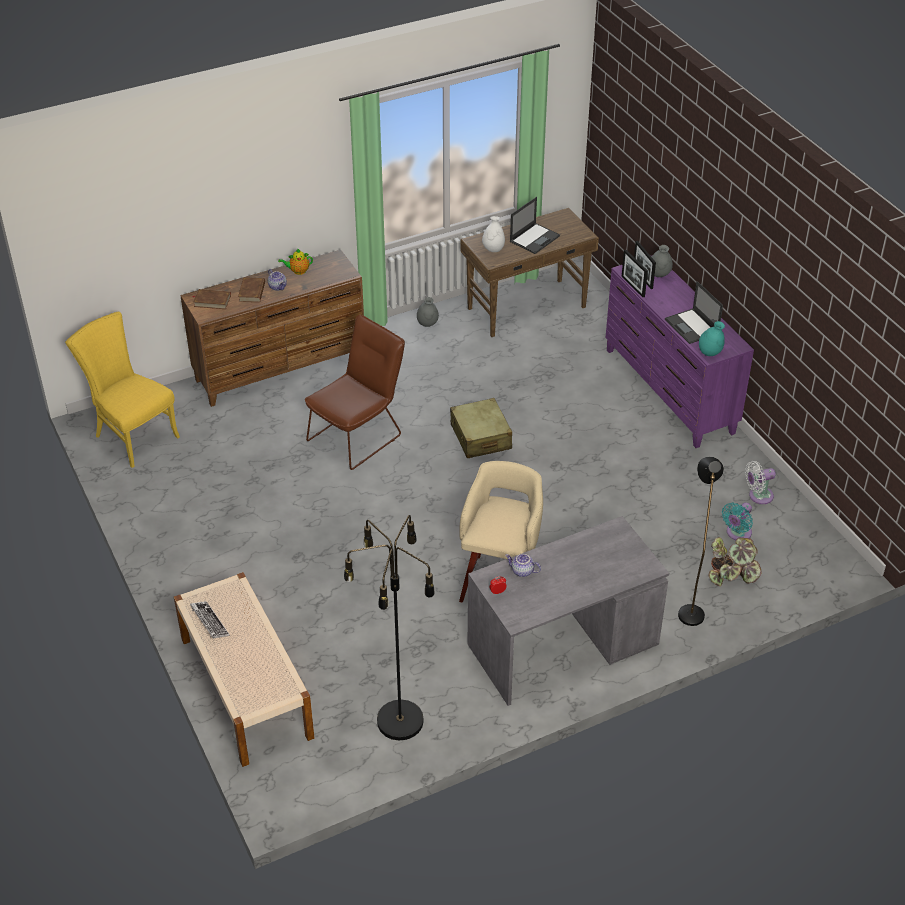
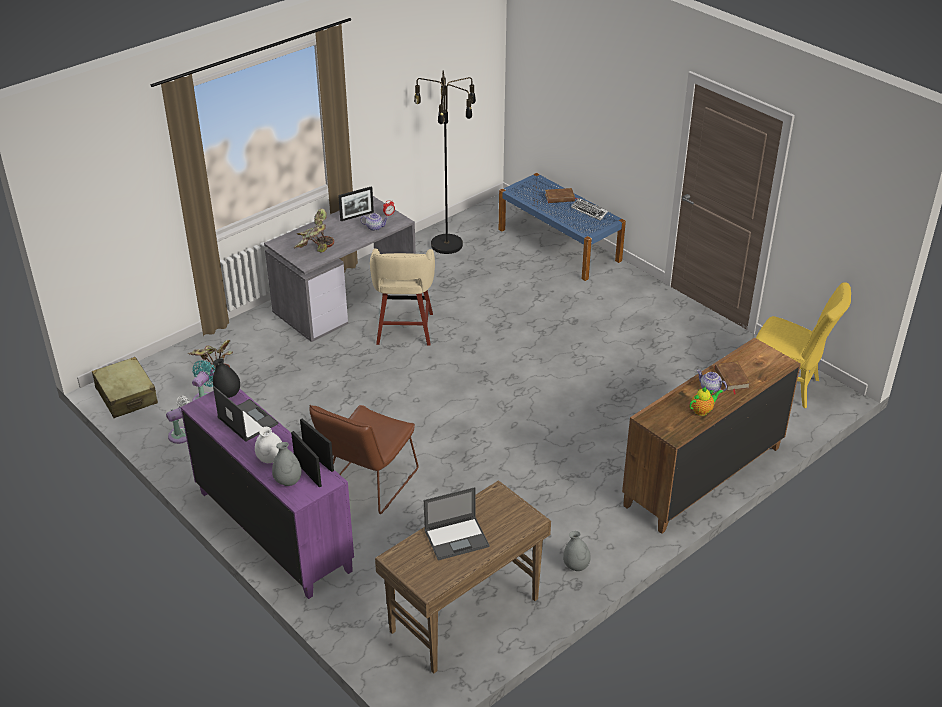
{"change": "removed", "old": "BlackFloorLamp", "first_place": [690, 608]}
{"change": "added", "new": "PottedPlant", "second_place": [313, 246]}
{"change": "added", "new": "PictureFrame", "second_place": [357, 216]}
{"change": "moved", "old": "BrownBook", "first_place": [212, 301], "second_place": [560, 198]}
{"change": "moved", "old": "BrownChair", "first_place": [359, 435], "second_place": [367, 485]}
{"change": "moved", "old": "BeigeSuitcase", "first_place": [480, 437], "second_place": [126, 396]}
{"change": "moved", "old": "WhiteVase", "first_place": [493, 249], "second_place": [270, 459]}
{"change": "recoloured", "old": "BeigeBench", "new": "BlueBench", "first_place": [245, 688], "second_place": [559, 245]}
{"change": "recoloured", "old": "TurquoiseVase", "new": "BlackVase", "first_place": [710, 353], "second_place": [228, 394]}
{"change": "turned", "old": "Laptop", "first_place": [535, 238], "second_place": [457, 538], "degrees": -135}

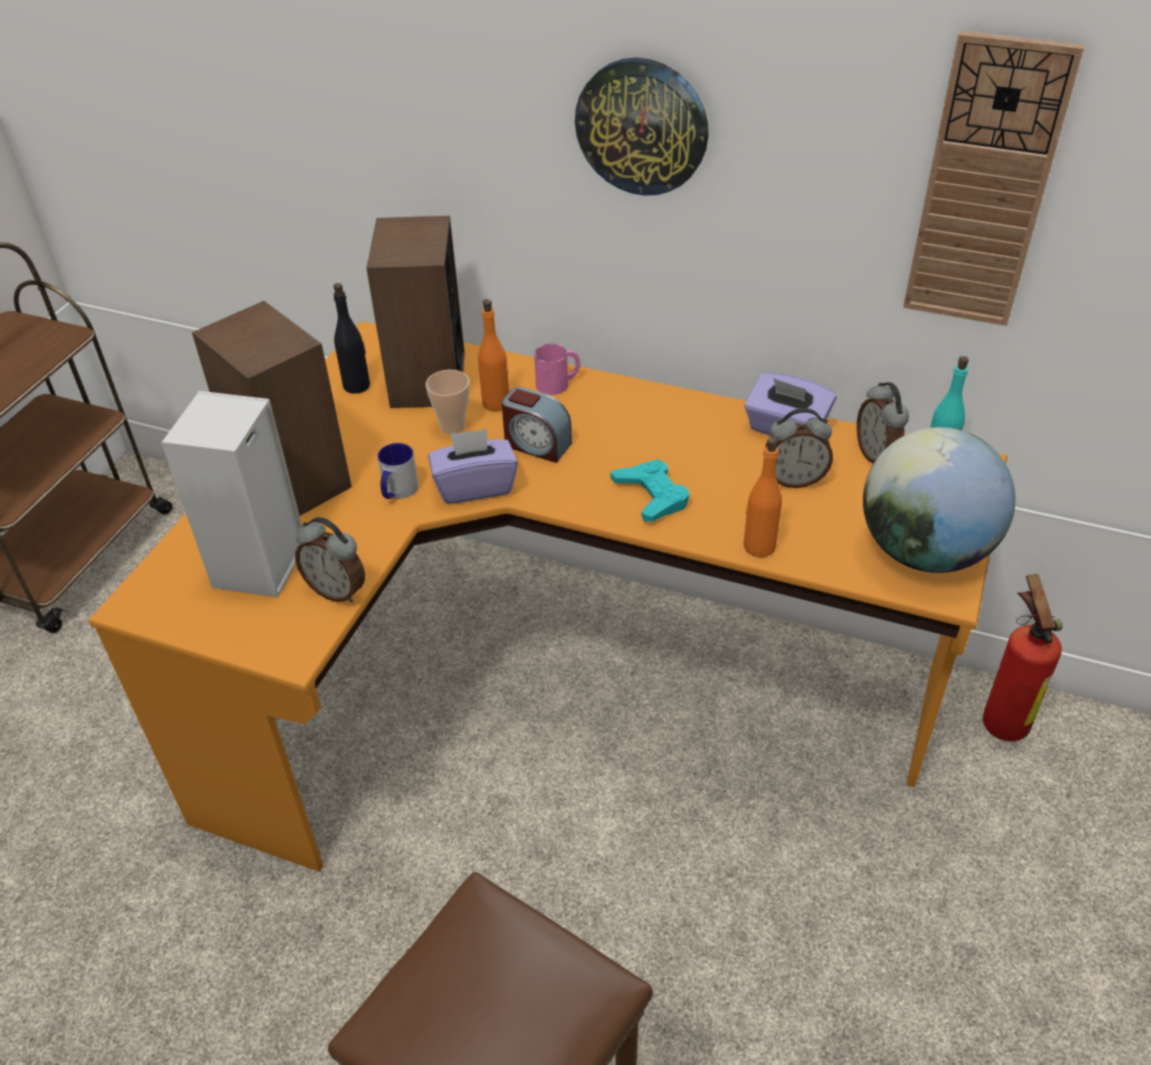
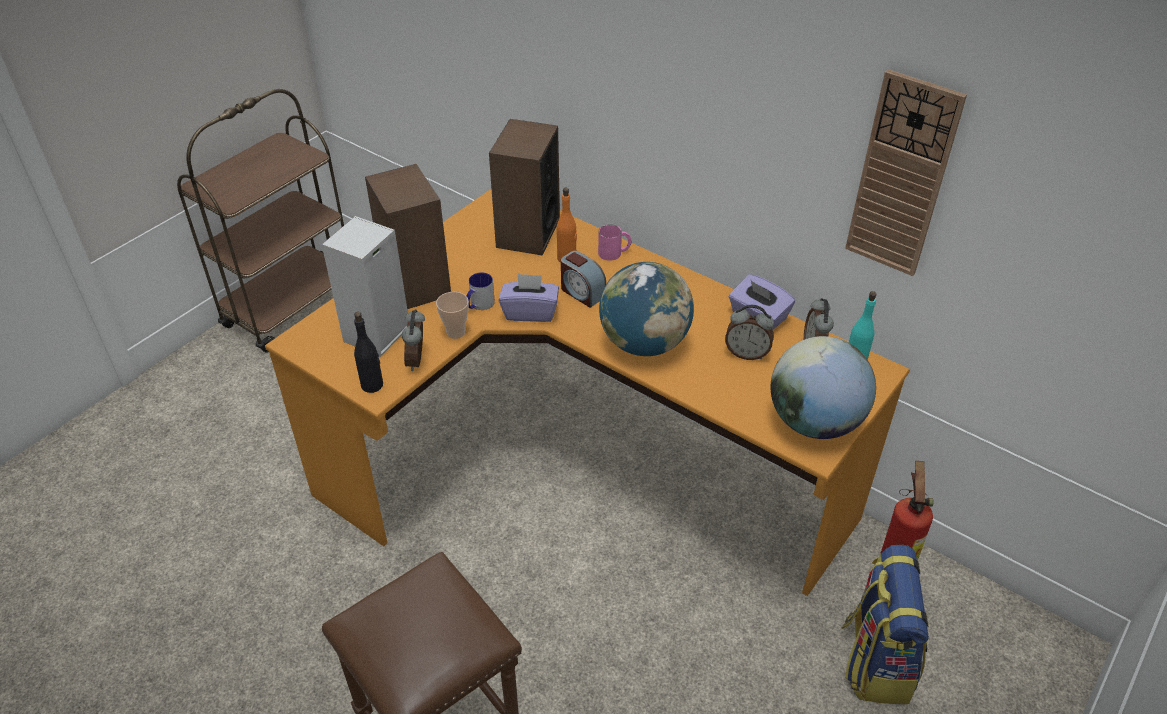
{"change": "removed", "old": "WallClock", "first_place": [642, 126]}
{"change": "removed", "old": "OrangeBottle", "first_place": [759, 546]}
{"change": "added", "new": "Backpack", "second_place": [875, 660]}
{"change": "moved", "old": "BlackBottle", "first_place": [357, 385], "second_place": [372, 385]}
{"change": "moved", "old": "Cup", "first_place": [453, 426], "second_place": [456, 332]}
{"change": "replaced", "old": "TurquoiseGameController", "new": "Globe", "first_place": [651, 495], "second_place": [644, 343]}
{"change": "turned", "old": "AlarmClock", "first_place": [337, 590], "second_place": [418, 360], "degrees": 45}

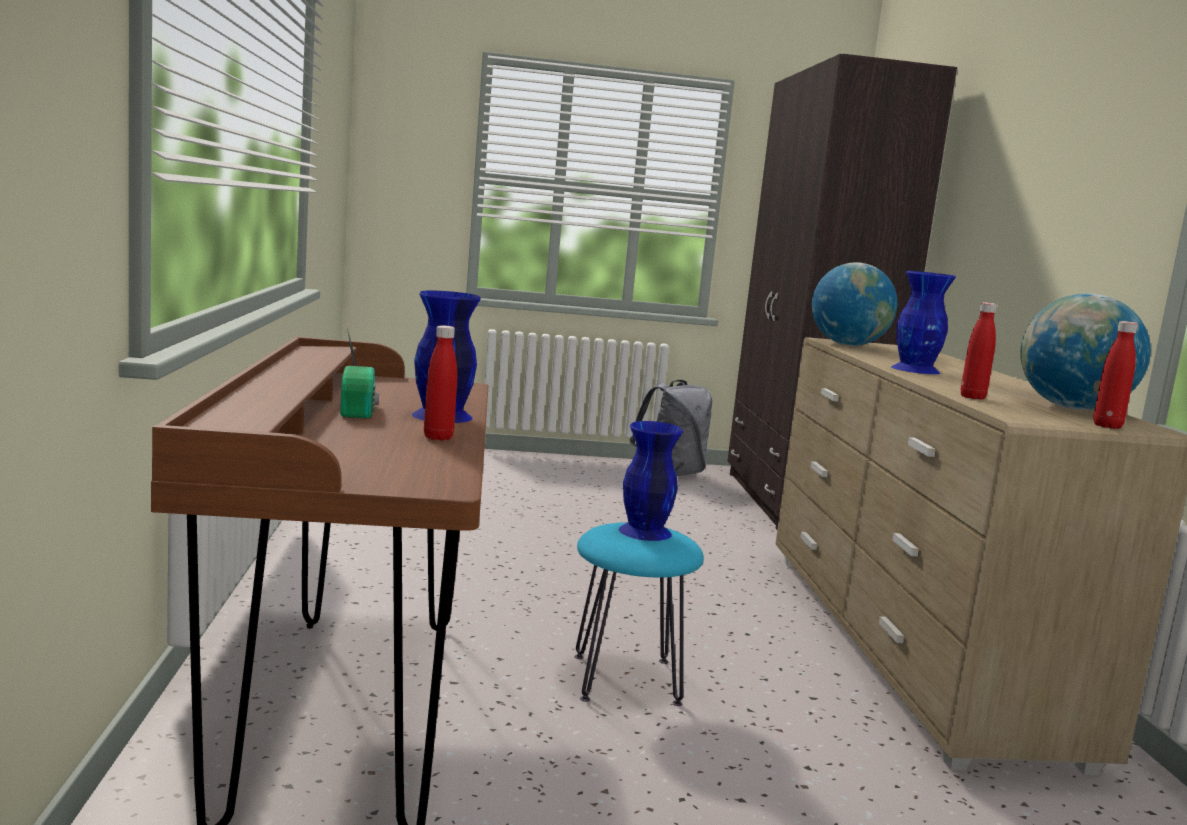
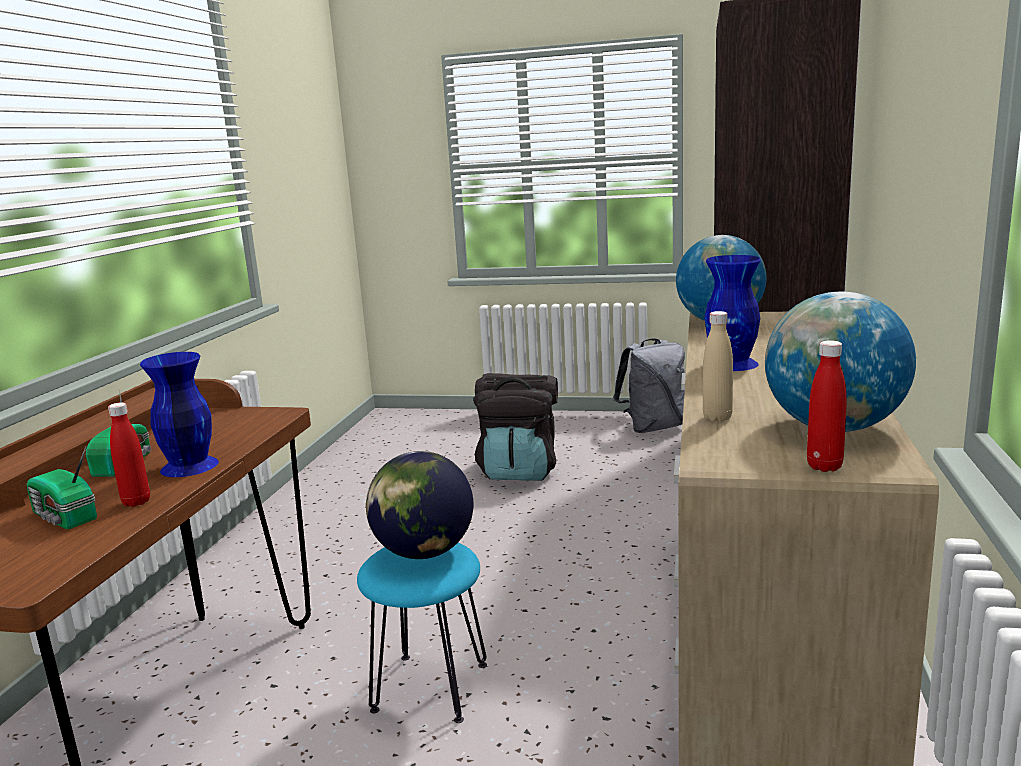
{"change": "added", "new": "Radio", "second_place": [64, 518]}
{"change": "added", "new": "BlackBackpack", "second_place": [520, 470]}
{"change": "replaced", "old": "BlueVase", "new": "Globe", "first_place": [644, 531], "second_place": [423, 552]}
{"change": "recoloured", "old": "RedBottle", "new": "BeigeBottle", "first_place": [972, 397], "second_place": [717, 418]}

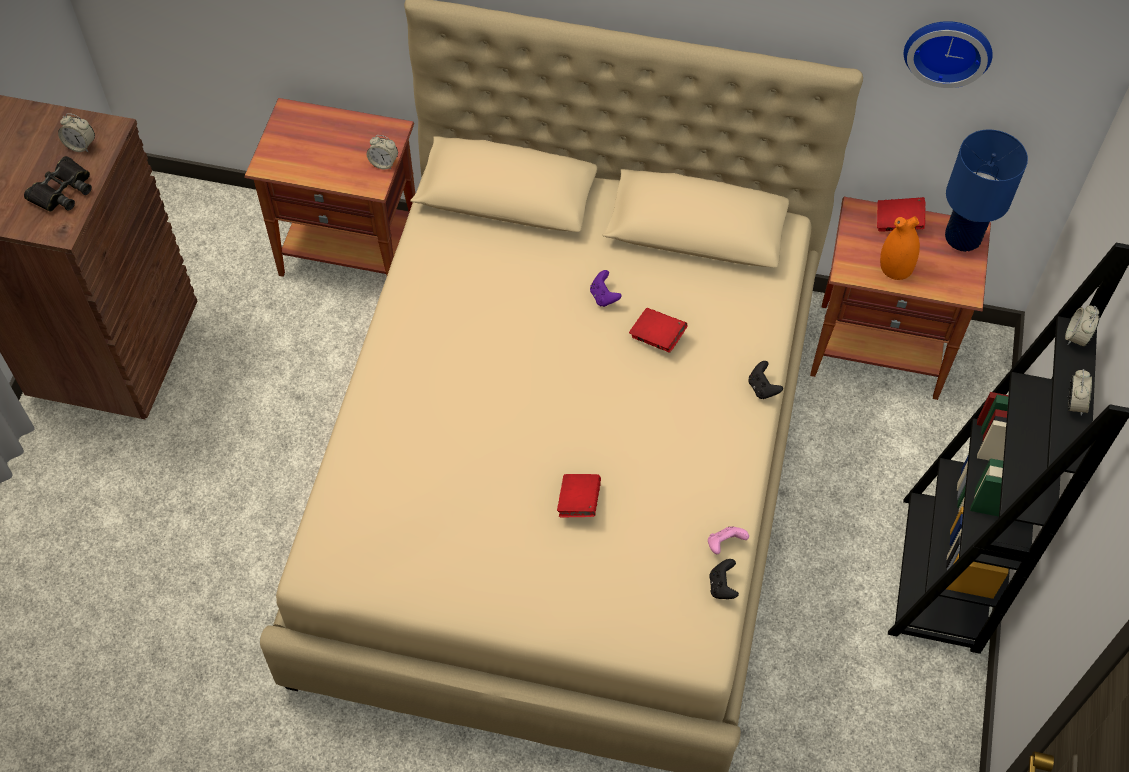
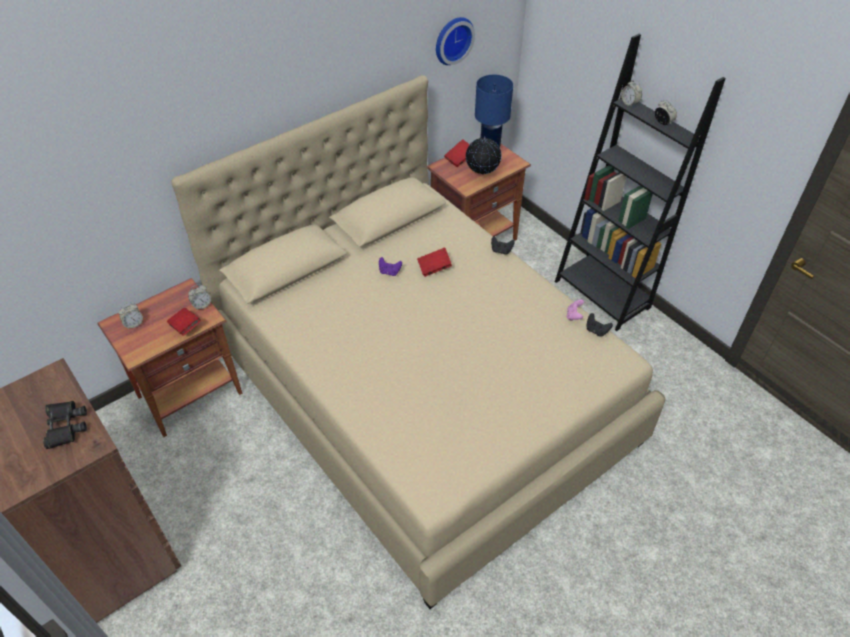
{"change": "moved", "old": "AlarmClock", "first_place": [81, 145], "second_place": [134, 324]}
{"change": "moved", "old": "RedBook", "first_place": [578, 502], "second_place": [185, 327]}
{"change": "replaced", "old": "OrangeVase", "new": "Globe", "first_place": [895, 268], "second_place": [482, 174]}

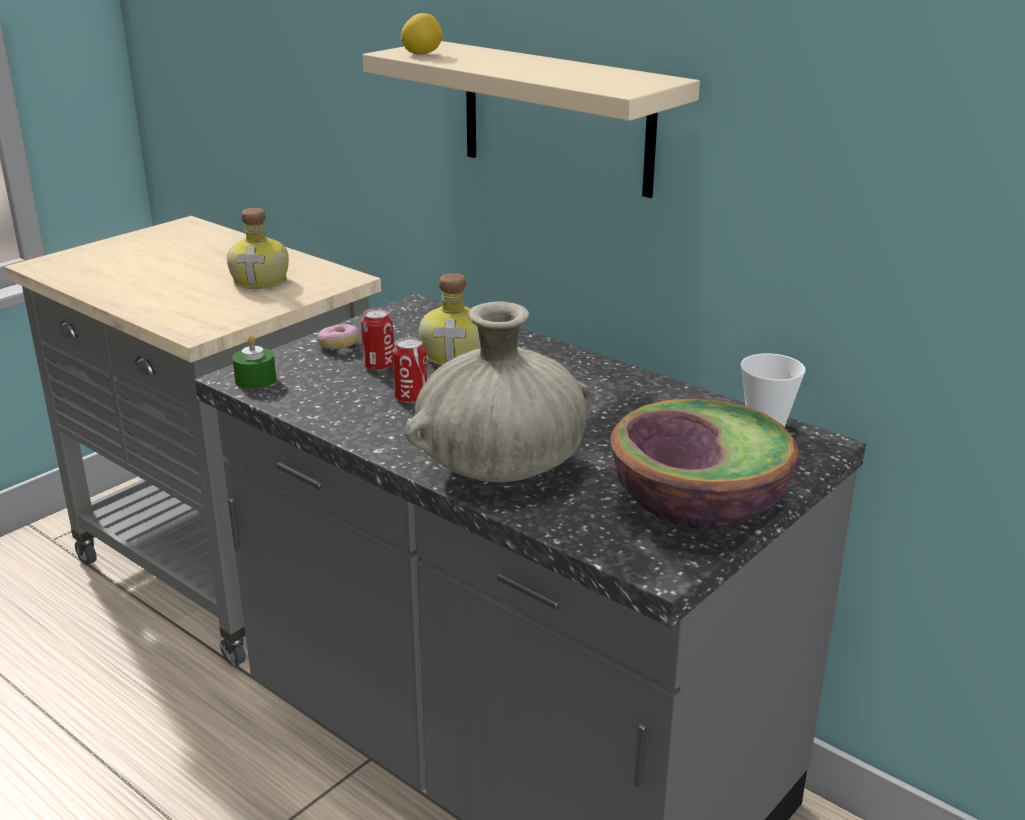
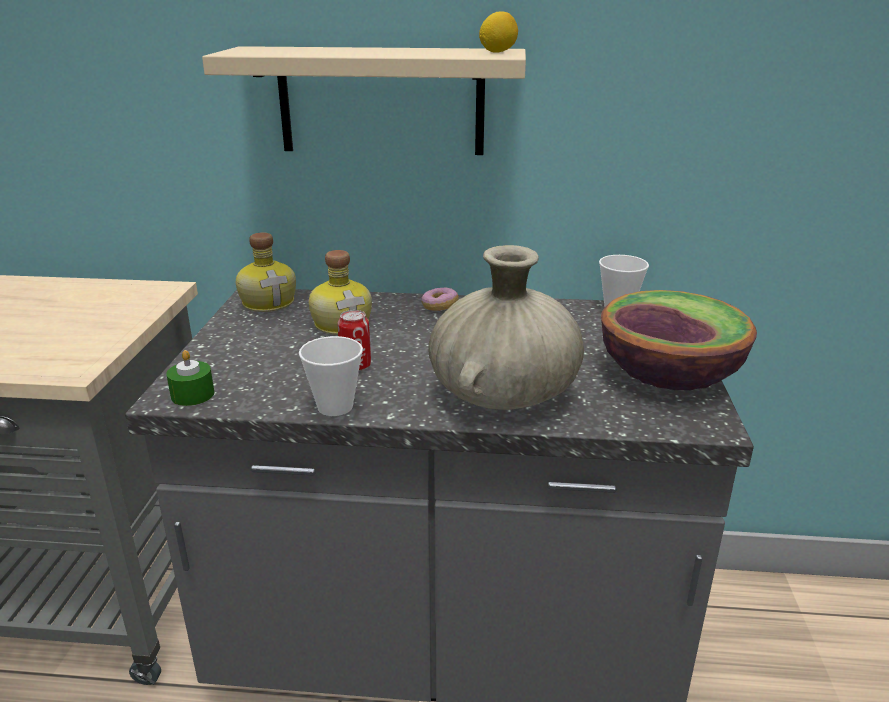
{"change": "removed", "old": "Can", "first_place": [379, 366]}
{"change": "added", "new": "Cup", "second_place": [335, 406]}
{"change": "moved", "old": "Bottle", "first_place": [262, 280], "second_place": [269, 302]}
{"change": "moved", "old": "Donut", "first_place": [339, 345], "second_place": [439, 307]}
{"change": "moved", "old": "Lemon", "first_place": [422, 54], "second_place": [497, 52]}

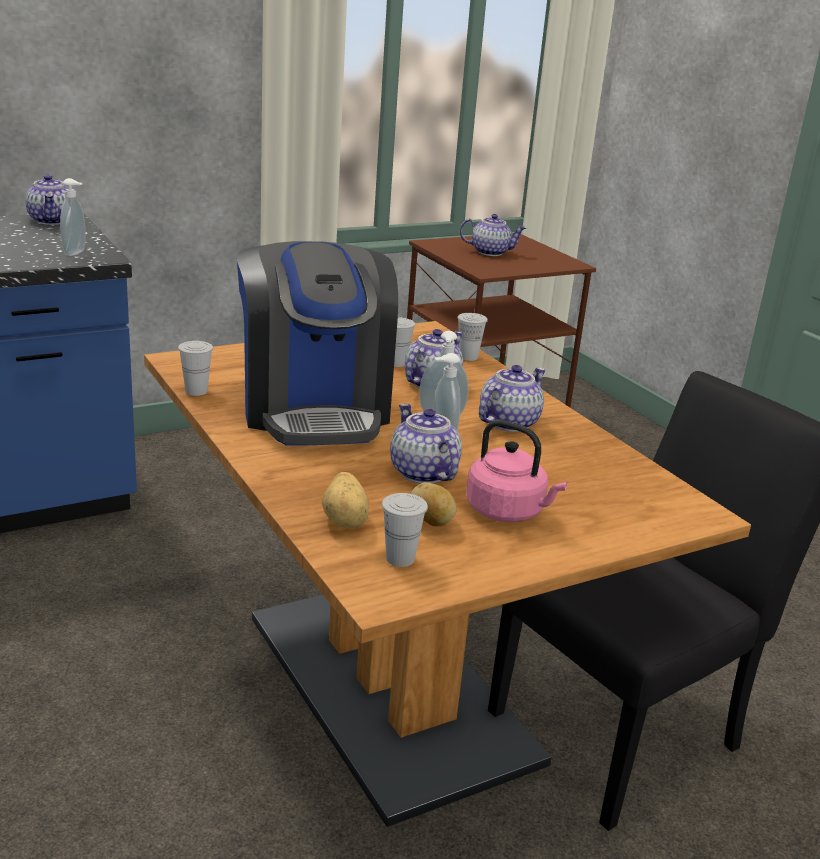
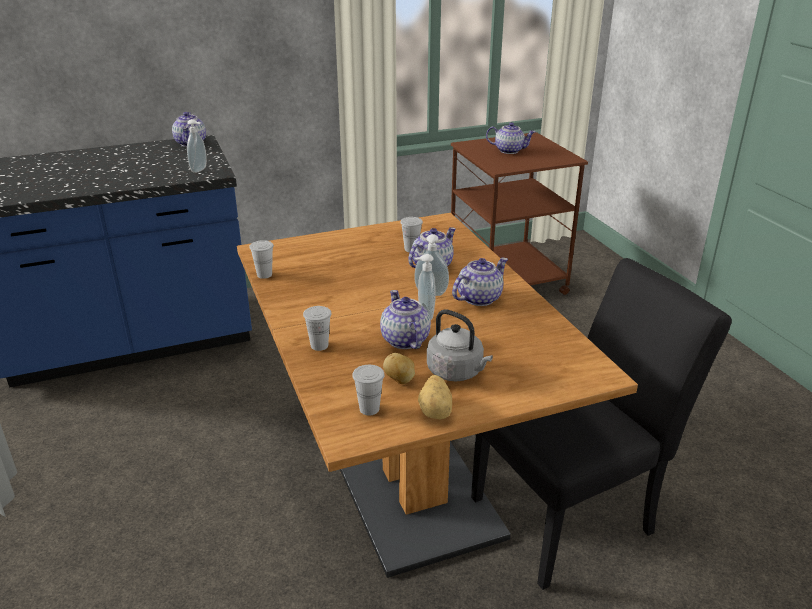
{"change": "removed", "old": "CoffeeMachine", "first_place": [315, 409]}
{"change": "moved", "old": "Potato", "first_place": [346, 520], "second_place": [436, 411]}
{"change": "moved", "old": "WhiteCup", "first_place": [468, 357], "second_place": [319, 345]}
{"change": "recoloured", "old": "PinkKettle", "new": "GreyKettle", "first_place": [508, 512], "second_place": [457, 372]}

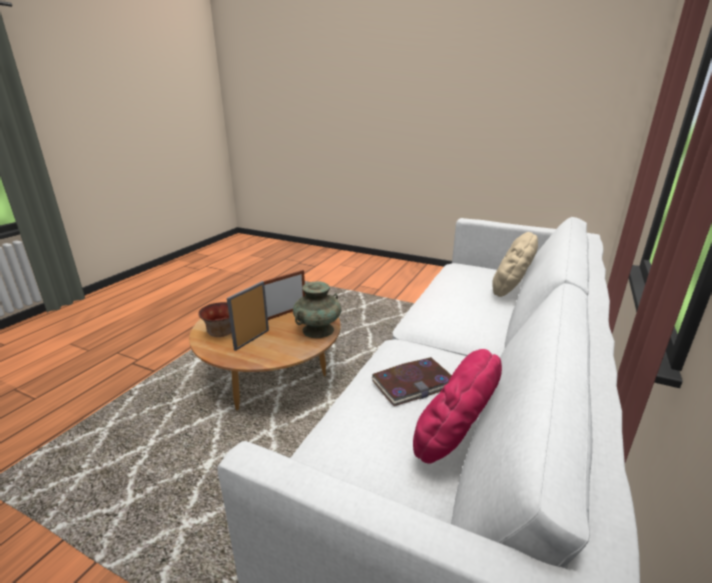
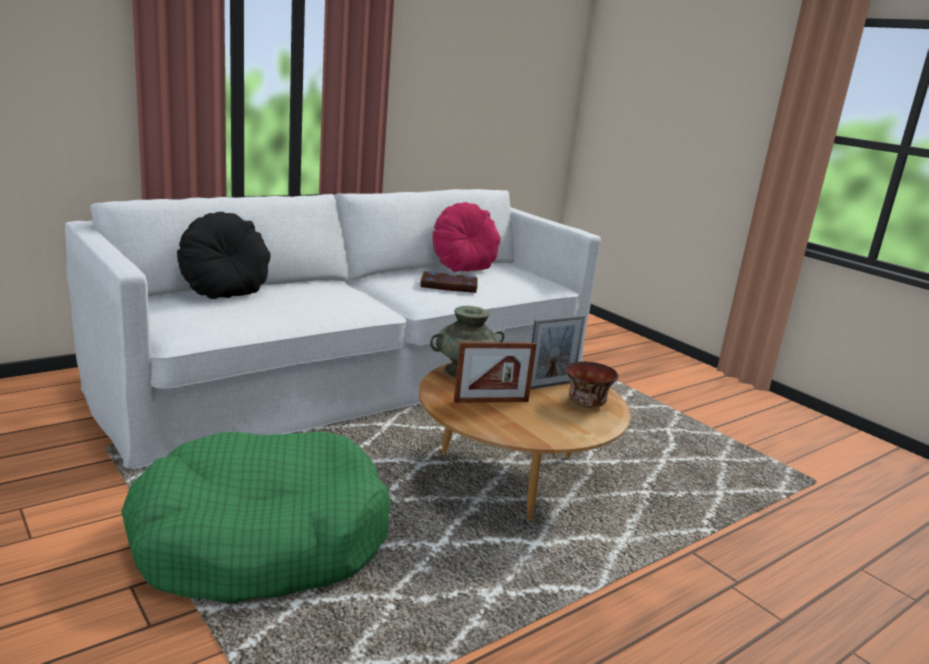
{"change": "added", "new": "GreenDogBed", "second_place": [261, 539]}
{"change": "recoloured", "old": "BeigePillow", "new": "BlackPillow", "first_place": [509, 292], "second_place": [225, 294]}

